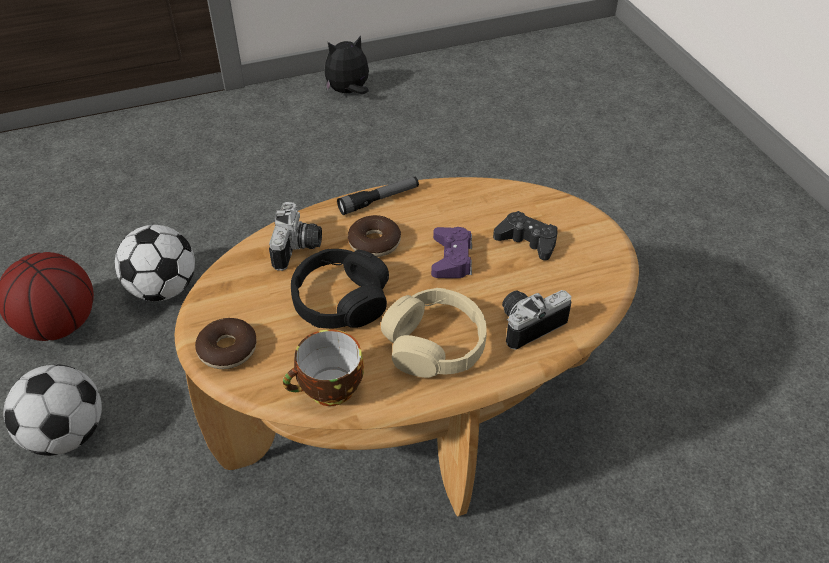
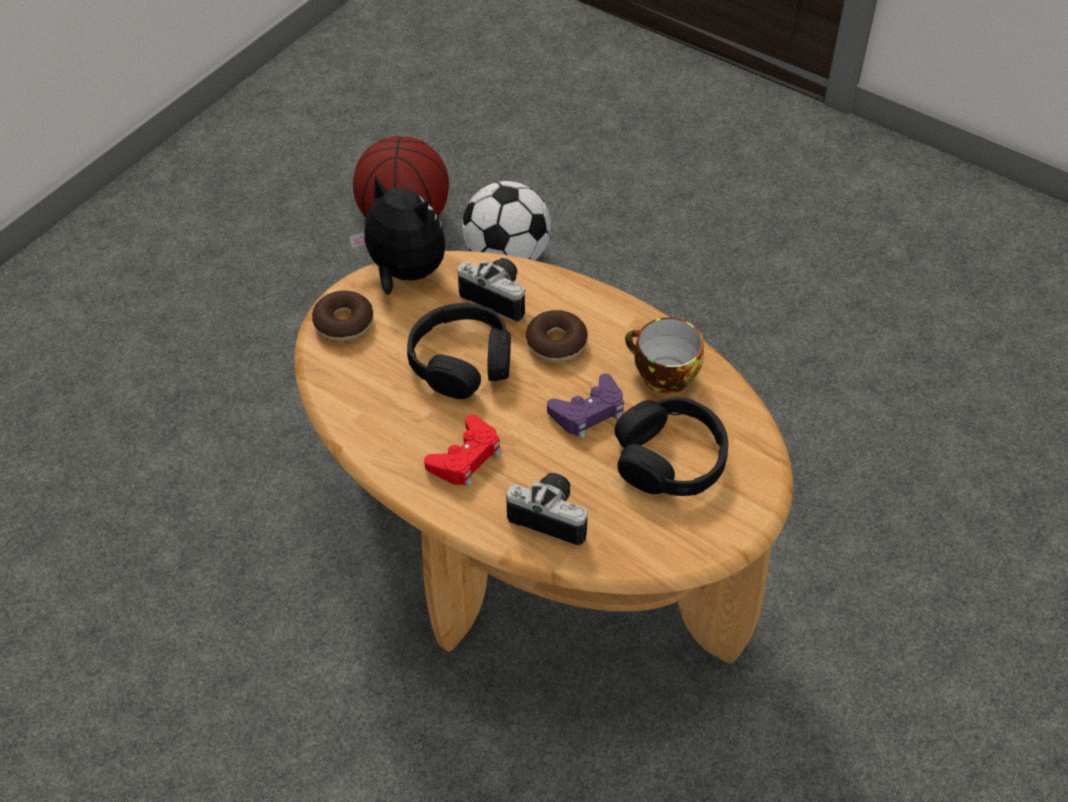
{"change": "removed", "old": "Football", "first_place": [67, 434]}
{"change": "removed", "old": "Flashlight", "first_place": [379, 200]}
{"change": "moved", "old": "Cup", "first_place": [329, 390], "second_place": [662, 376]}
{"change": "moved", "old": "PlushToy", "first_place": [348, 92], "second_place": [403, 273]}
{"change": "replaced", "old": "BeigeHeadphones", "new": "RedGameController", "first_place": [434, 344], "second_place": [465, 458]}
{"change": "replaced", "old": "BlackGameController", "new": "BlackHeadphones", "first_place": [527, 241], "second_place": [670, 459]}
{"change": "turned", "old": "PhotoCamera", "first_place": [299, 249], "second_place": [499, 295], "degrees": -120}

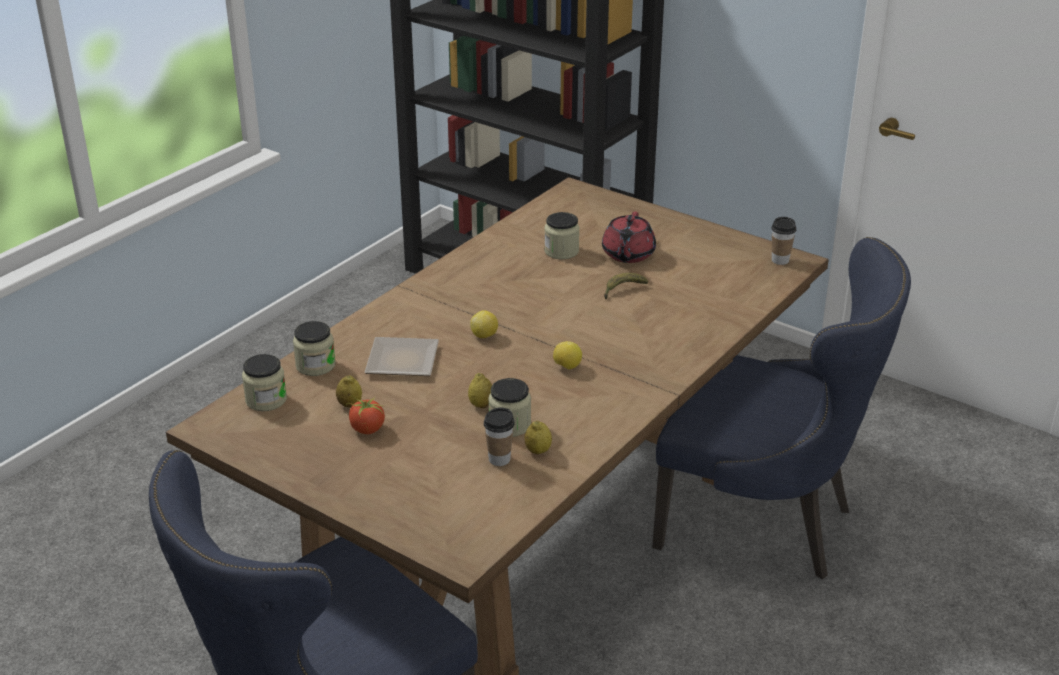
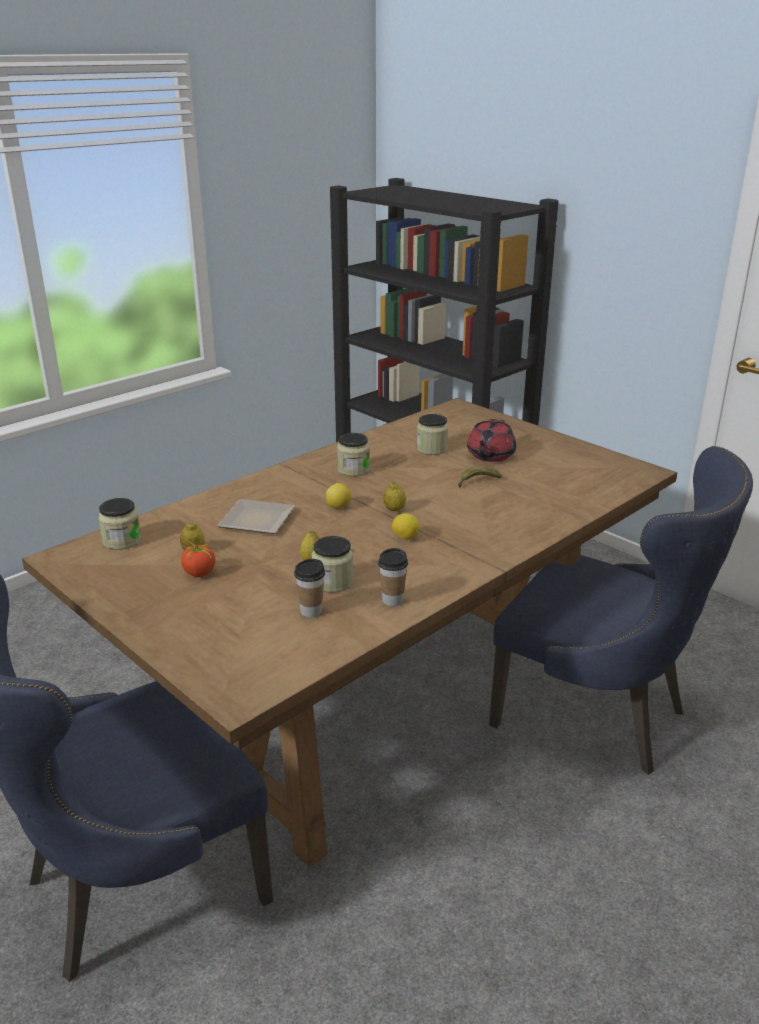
{"change": "moved", "old": "Jar", "first_place": [315, 365], "second_place": [353, 470]}
{"change": "moved", "old": "Lemon", "first_place": [538, 451], "second_place": [394, 509]}
{"change": "moved", "old": "Cup", "first_place": [780, 260], "second_place": [392, 600]}

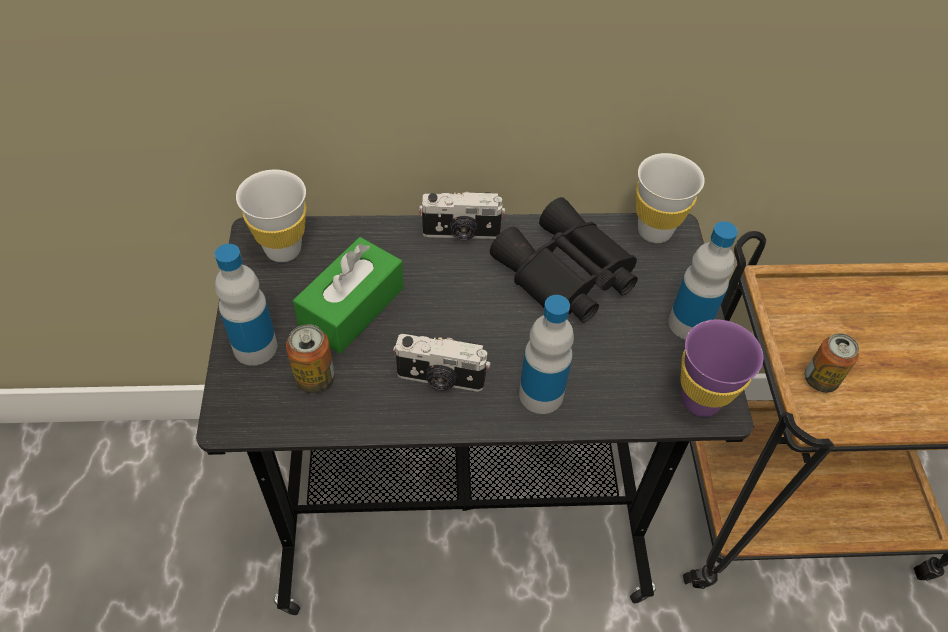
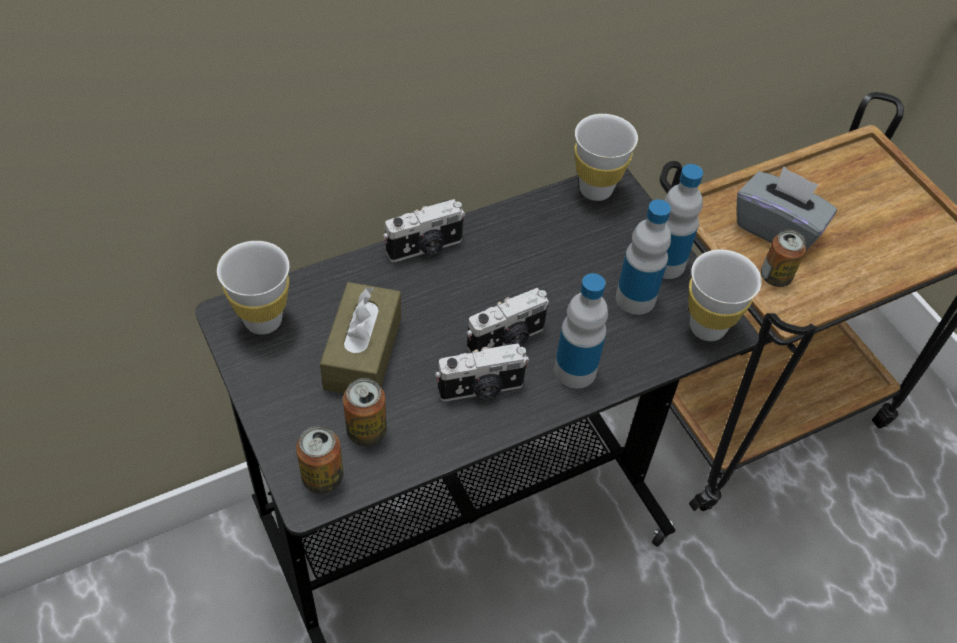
{"change": "removed", "old": "BlackBinoculars", "first_place": [564, 276]}
{"change": "added", "new": "Can", "second_place": [322, 477]}
{"change": "added", "new": "PhotoCamera", "second_place": [507, 340]}
{"change": "added", "new": "GreyTissueBox", "second_place": [777, 228]}
{"change": "moved", "old": "Bottle", "first_place": [255, 347], "second_place": [635, 298]}
{"change": "recoloured", "old": "GreenTissueBox", "new": "BrownTissueBox", "first_place": [352, 307], "second_place": [363, 353]}
{"change": "recoloured", "old": "PurpleCup", "new": "WhiteCup", "first_place": [700, 400], "second_place": [707, 327]}

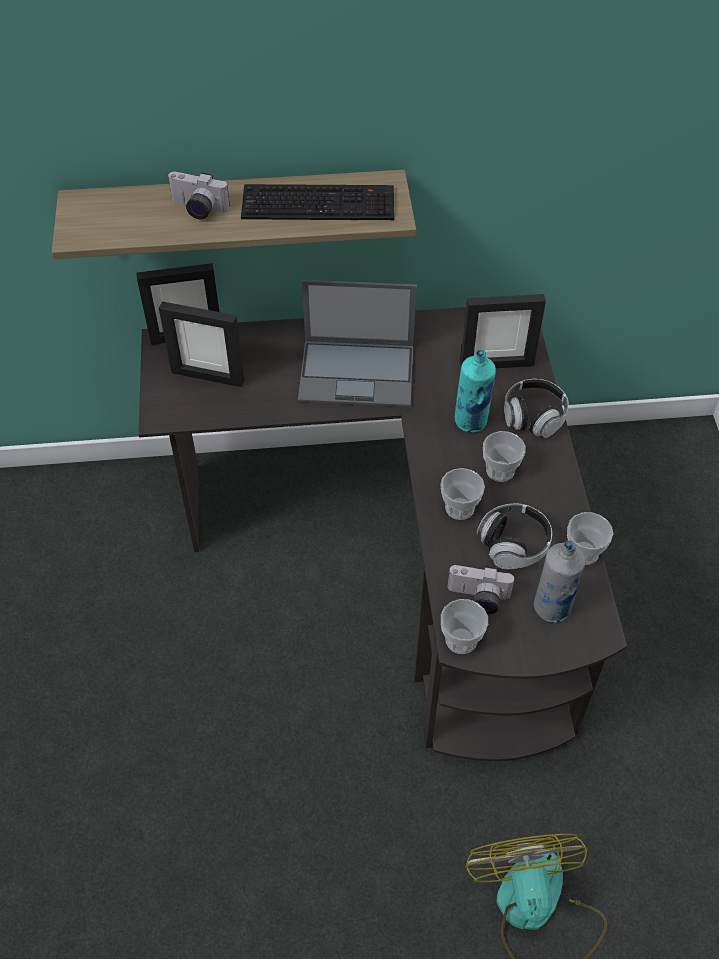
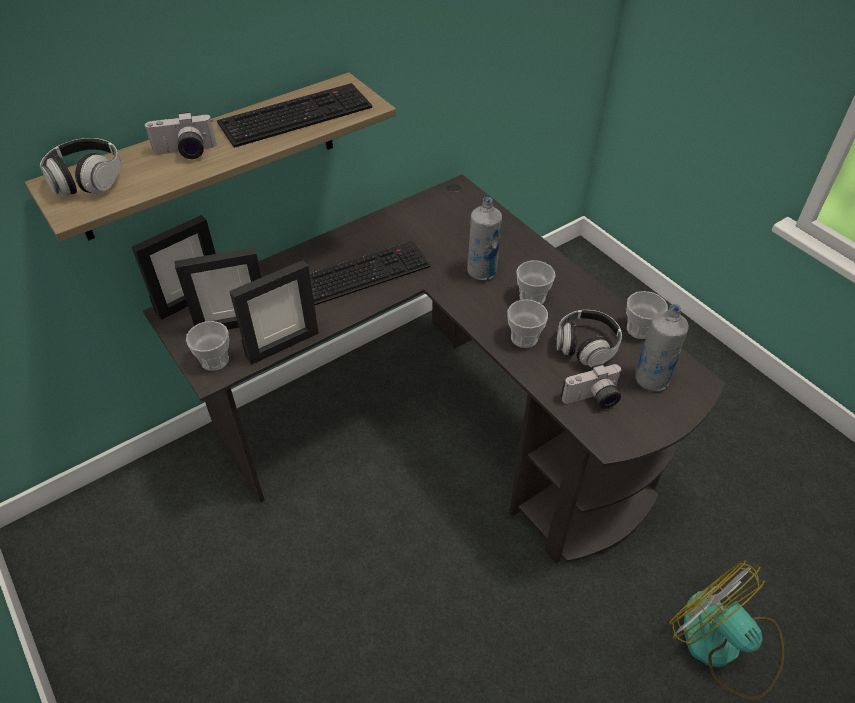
{"change": "moved", "old": "Cup", "first_place": [461, 640], "second_place": [214, 360]}
{"change": "moved", "old": "PictureFrame", "first_place": [496, 363], "second_place": [282, 344]}
{"change": "moved", "old": "Headphones", "first_place": [533, 417], "second_place": [87, 180]}
{"change": "replaced", "old": "Laptop", "new": "Keyboard", "first_place": [358, 373], "second_place": [365, 272]}
{"change": "recoloured", "old": "TurquoiseBottle", "new": "GreyBottle", "first_place": [471, 421], "second_place": [482, 271]}

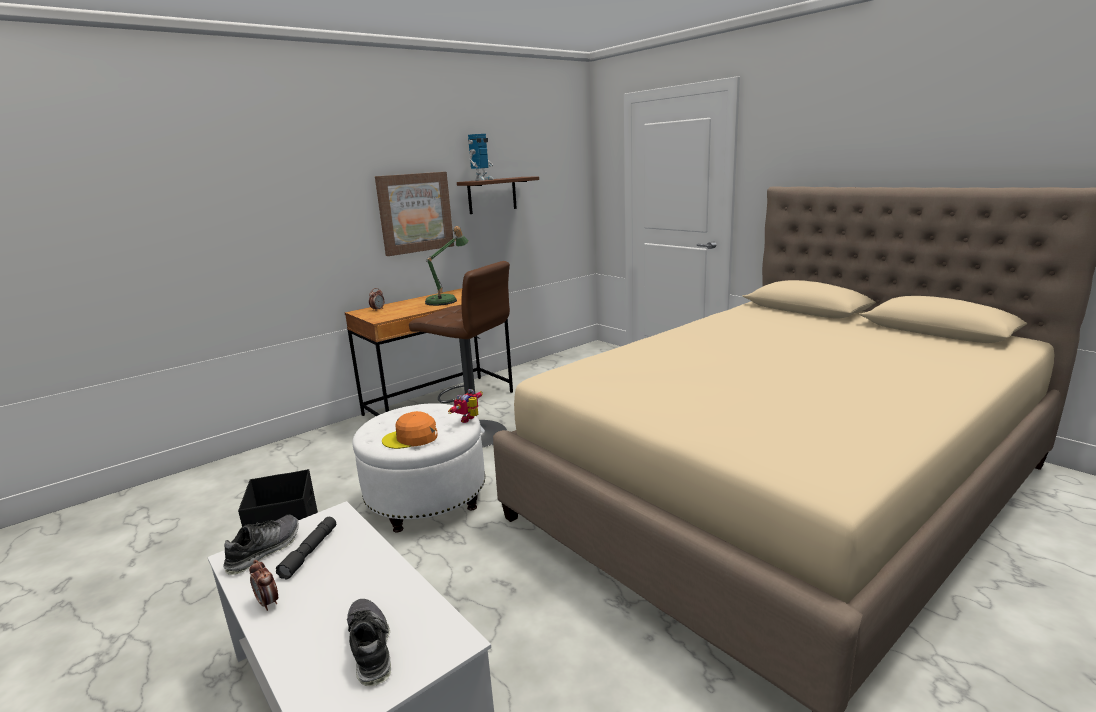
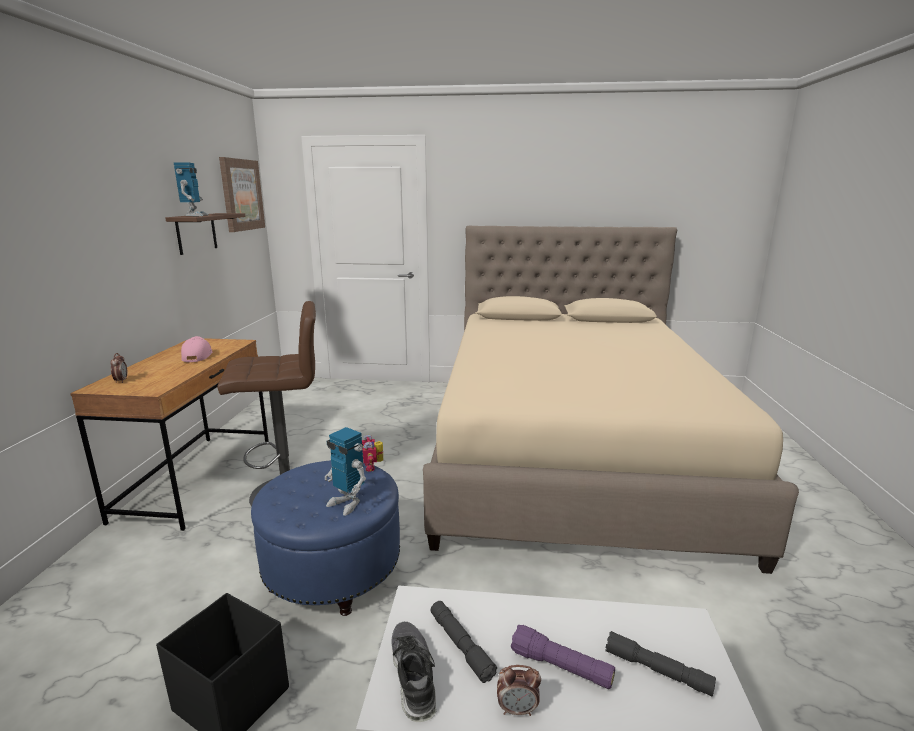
{"change": "added", "new": "PurpleFlashlight", "second_place": [561, 667]}
{"change": "moved", "old": "Picture", "first_place": [415, 213], "second_place": [241, 195]}
{"change": "replaced", "old": "Shoe", "new": "GreyFlashlight", "first_place": [370, 648], "second_place": [657, 670]}
{"change": "replaced", "old": "OrangeCap", "new": "ToyRobot", "first_place": [411, 438], "second_place": [347, 503]}
{"change": "replaced", "old": "TableLamp", "new": "PinkCap", "first_place": [446, 300], "second_place": [197, 356]}
{"change": "recoloured", "old": "WhiteOttoman", "new": "BlueOttoman", "first_place": [427, 500], "second_place": [333, 572]}

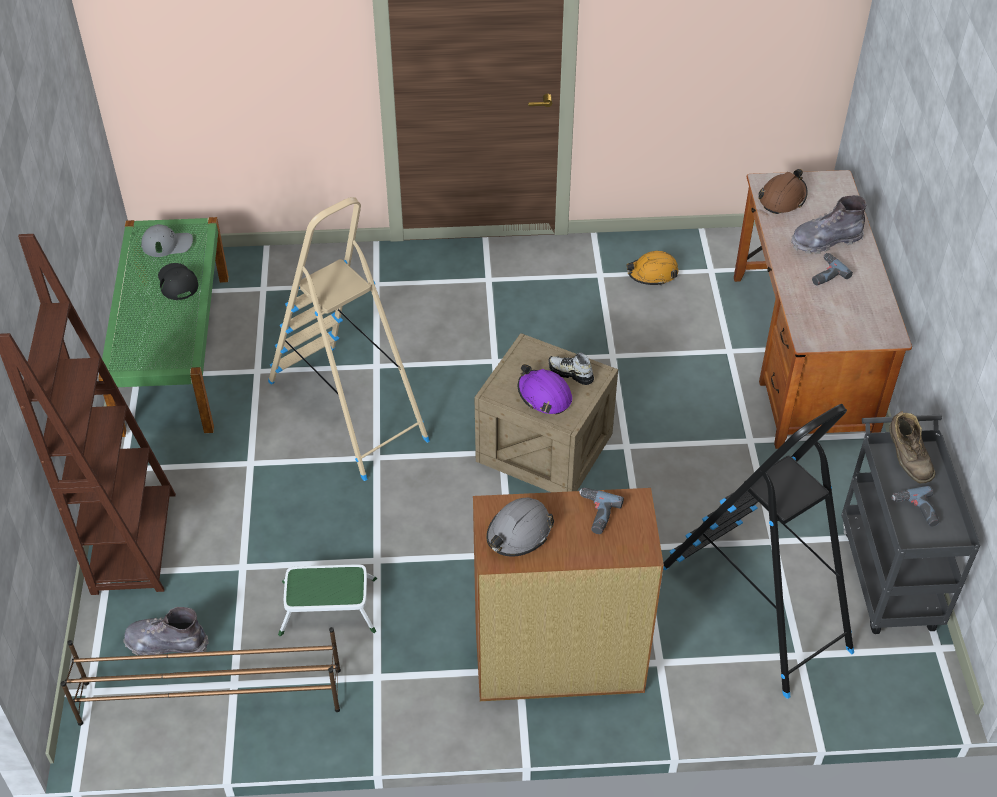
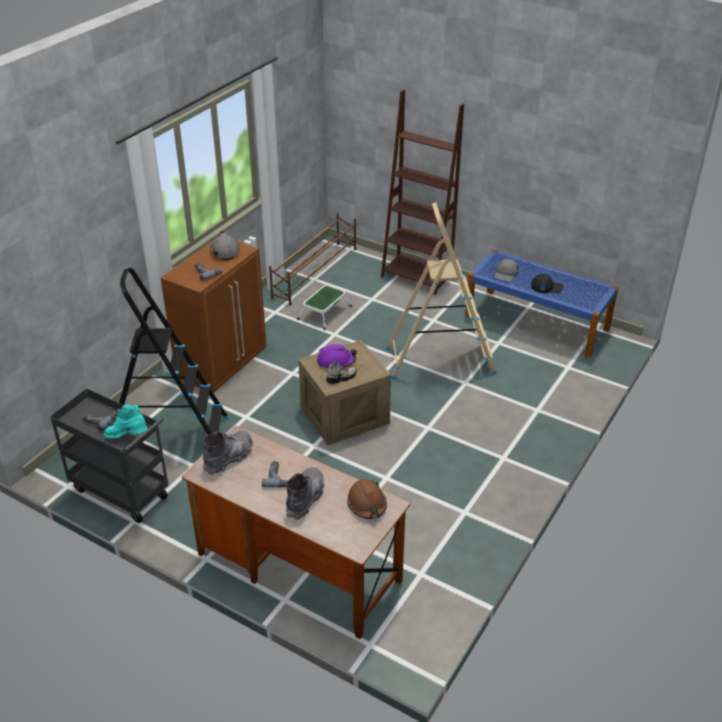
{"change": "removed", "old": "OrangeHardHat", "first_place": [652, 274]}
{"change": "moved", "old": "GreyBoot", "first_place": [167, 644], "second_place": [229, 457]}
{"change": "moved", "old": "GreyCap", "first_place": [167, 244], "second_place": [506, 273]}
{"change": "recoloured", "old": "GreenBench", "new": "BlueBench", "first_place": [174, 352], "second_place": [537, 322]}
{"change": "recoloured", "old": "BrownBoot", "new": "TurquoiseBoot", "first_place": [906, 460], "second_place": [128, 437]}

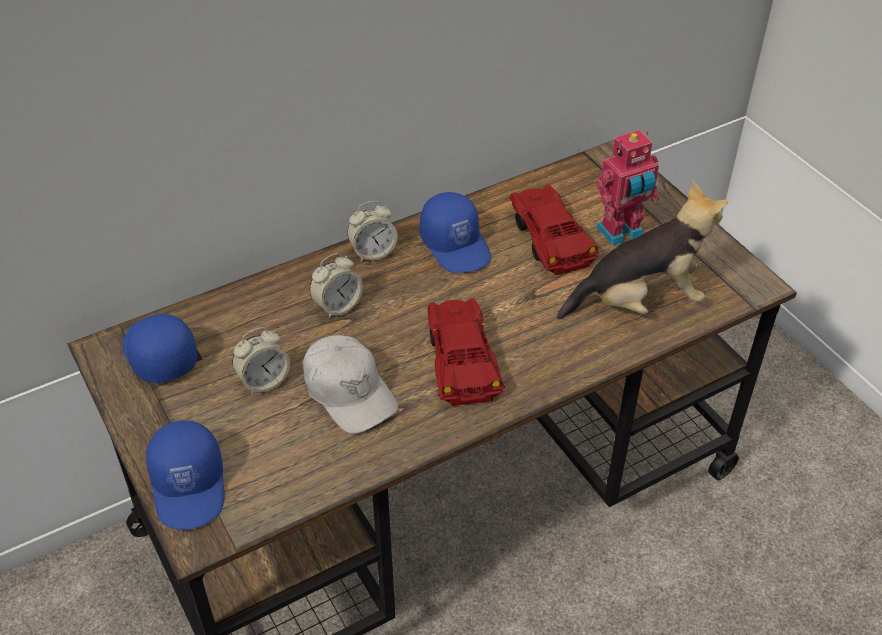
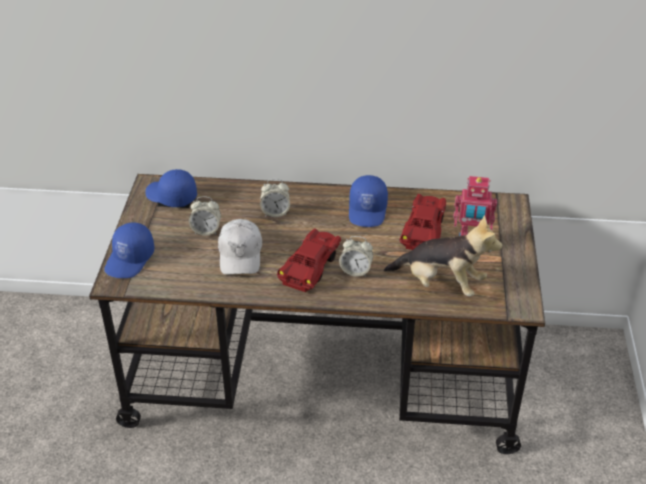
{"change": "moved", "old": "AlarmClock", "first_place": [373, 252], "second_place": [356, 271]}
{"change": "turned", "old": "BlueCap", "first_place": [158, 354], "second_place": [171, 196], "degrees": -60}

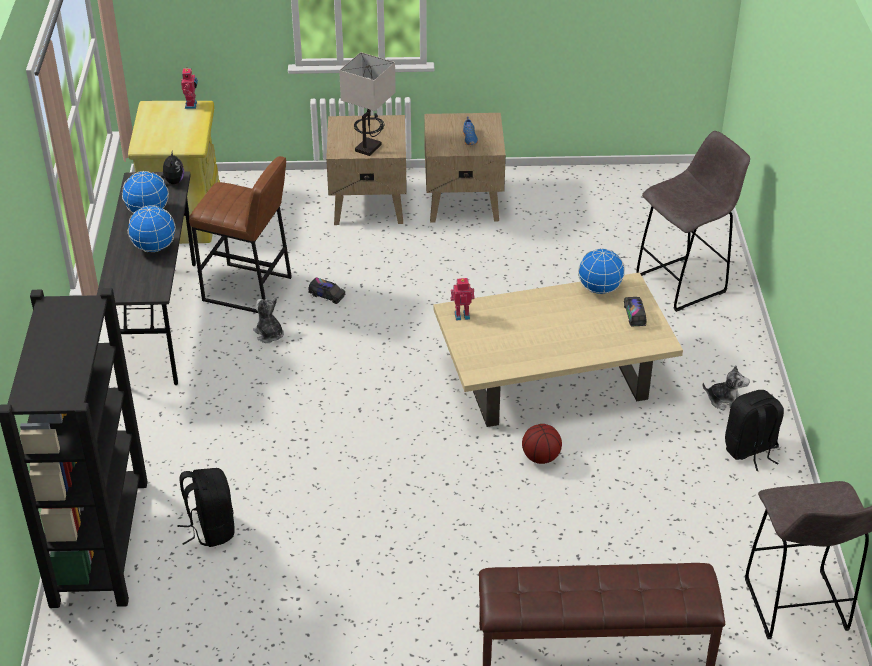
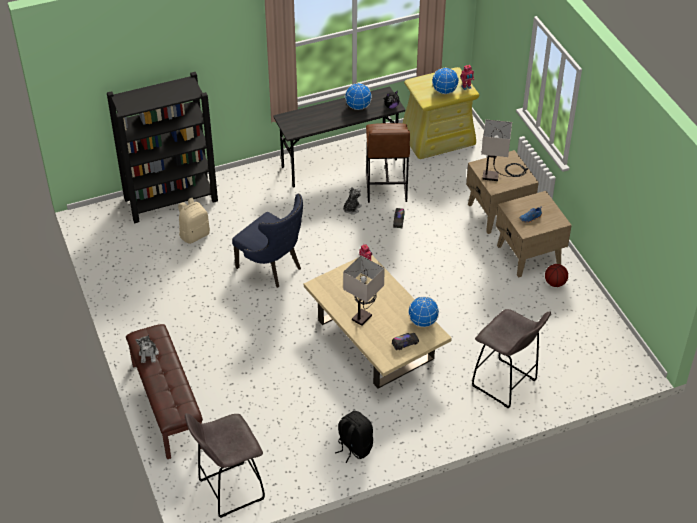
{"change": "added", "new": "BlueChair", "second_place": [272, 267]}
{"change": "added", "new": "TableLamp", "second_place": [364, 308]}
{"change": "moved", "old": "Globe", "first_place": [154, 247], "second_place": [444, 91]}
{"change": "moved", "old": "Basketball", "first_place": [540, 457], "second_place": [555, 283]}
{"change": "moved", "old": "PlushToy", "first_place": [724, 401], "second_place": [149, 354]}
{"change": "recoloured", "old": "BlackBackpack", "new": "BeigeBackpack", "first_place": [210, 529], "second_place": [194, 235]}

